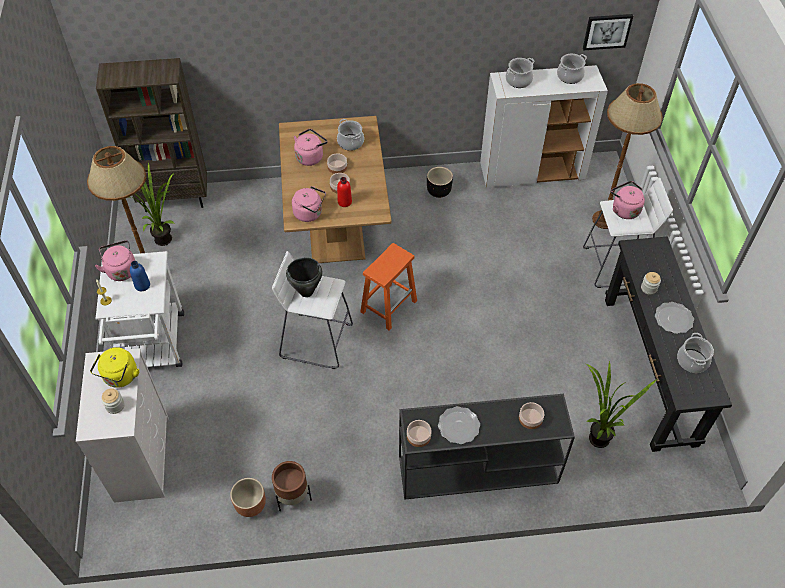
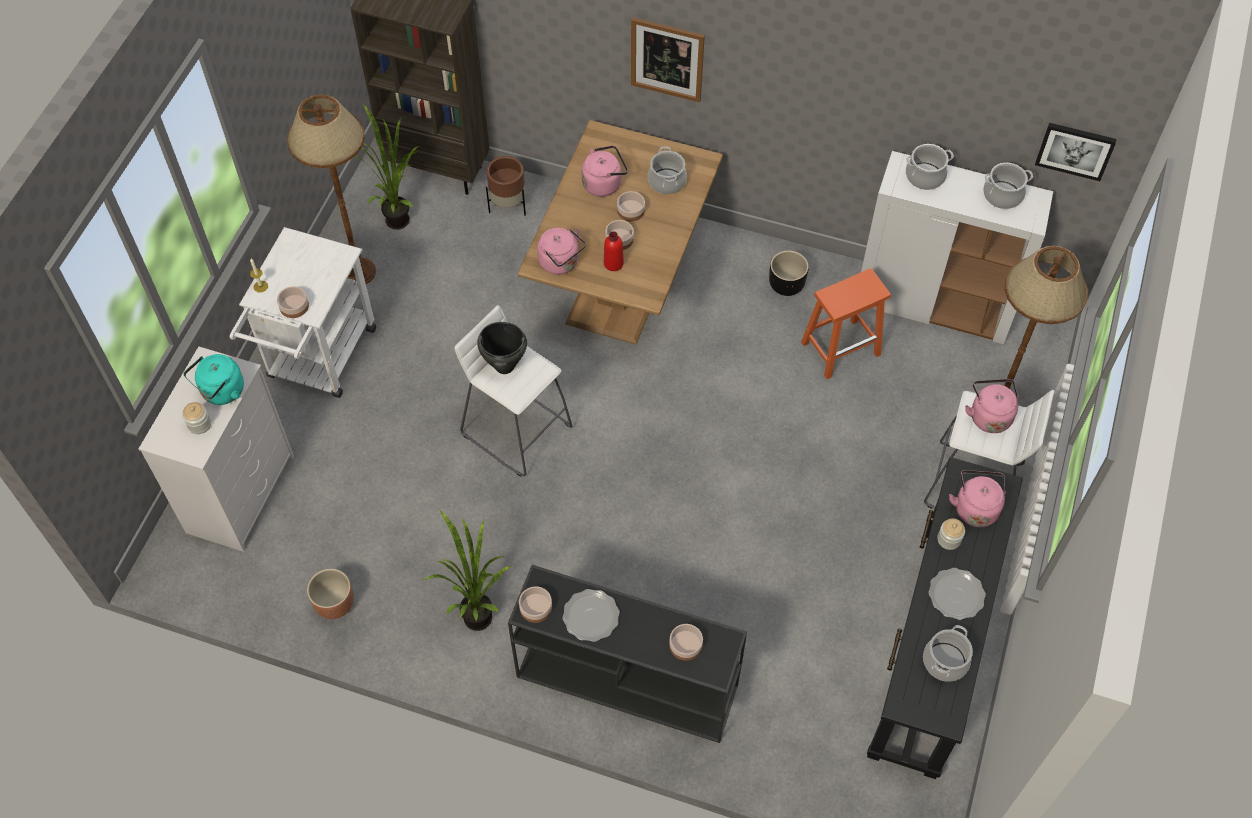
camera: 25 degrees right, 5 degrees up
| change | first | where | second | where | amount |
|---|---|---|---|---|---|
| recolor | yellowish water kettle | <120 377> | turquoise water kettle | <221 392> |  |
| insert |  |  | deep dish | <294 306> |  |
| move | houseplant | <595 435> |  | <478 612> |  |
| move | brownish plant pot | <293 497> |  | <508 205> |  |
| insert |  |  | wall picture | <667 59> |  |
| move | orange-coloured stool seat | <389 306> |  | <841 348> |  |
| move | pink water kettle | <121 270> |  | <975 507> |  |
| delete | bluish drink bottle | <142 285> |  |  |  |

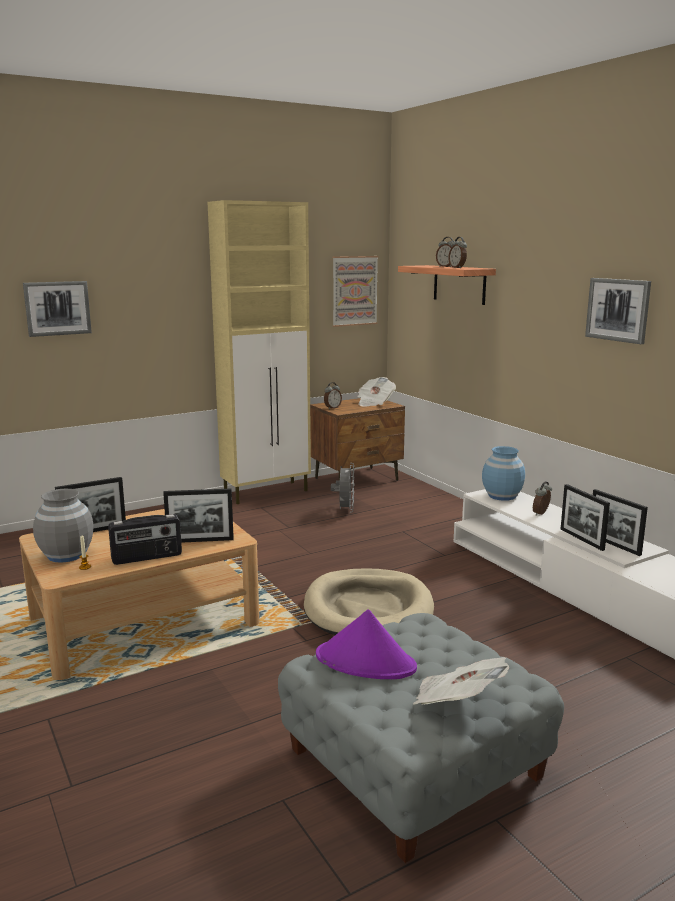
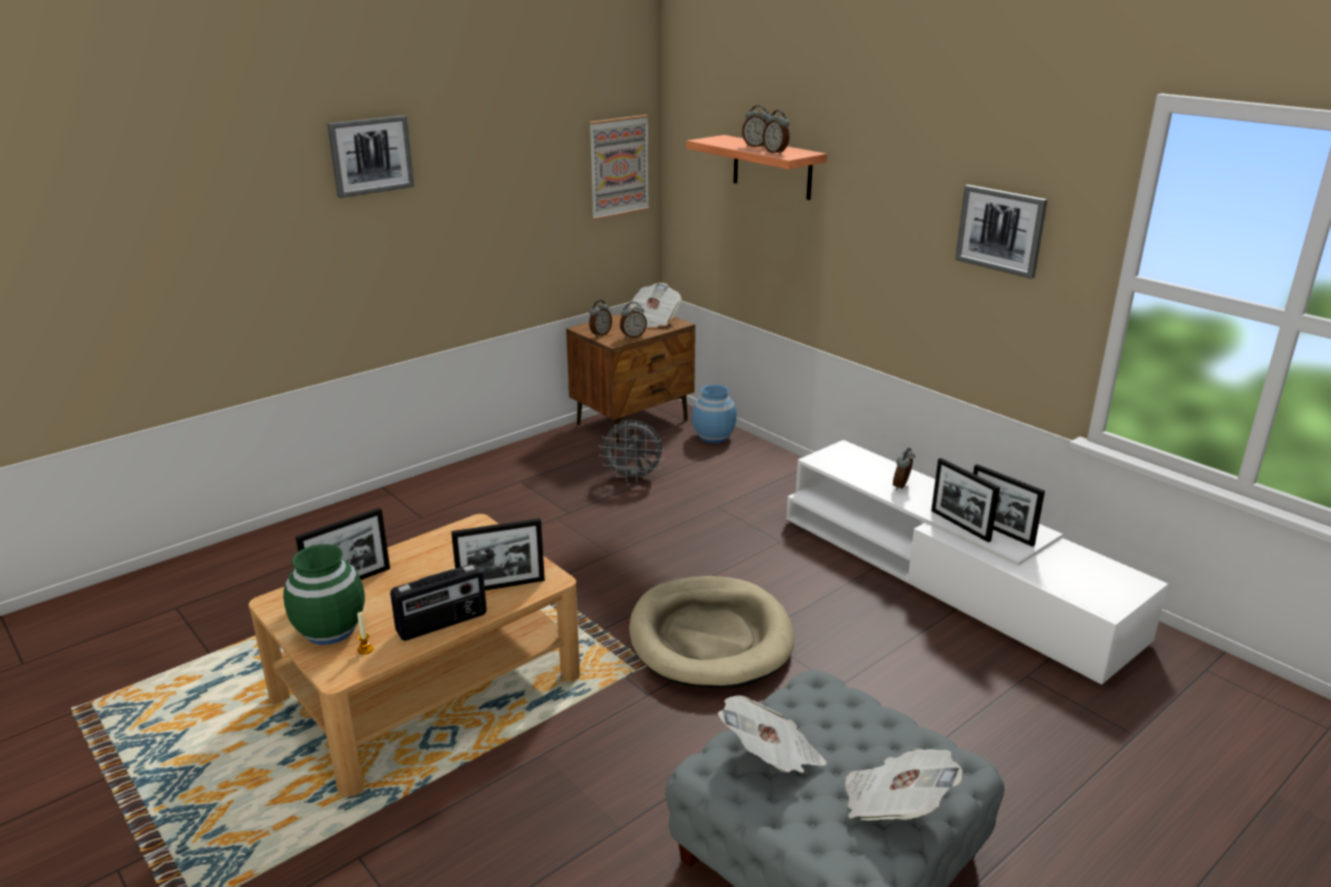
camera: 10 degrees left, 10 degrees up
| change | first | where | second | where | amount |
|---|---|---|---|---|---|
| recolor | gray decorative vase | <67 554> | greenish decorative vase | <330 629> |  |
| move | wall picture | <57 308> |  | <371 155> |  |
| rotate | gray electric fan | <345 510> |  | <633 477> | 105 degrees clockwise |
| insert |  |  | table clock | <633 336> |  |
| move | bluish decorative vase | <501 496> |  | <713 437> |  |
| replace | purple-coloured clothing hat | <366 662> | newspaper | <771 757> |  |
| delete | beige cupboard | <267 492> |  |  |  |

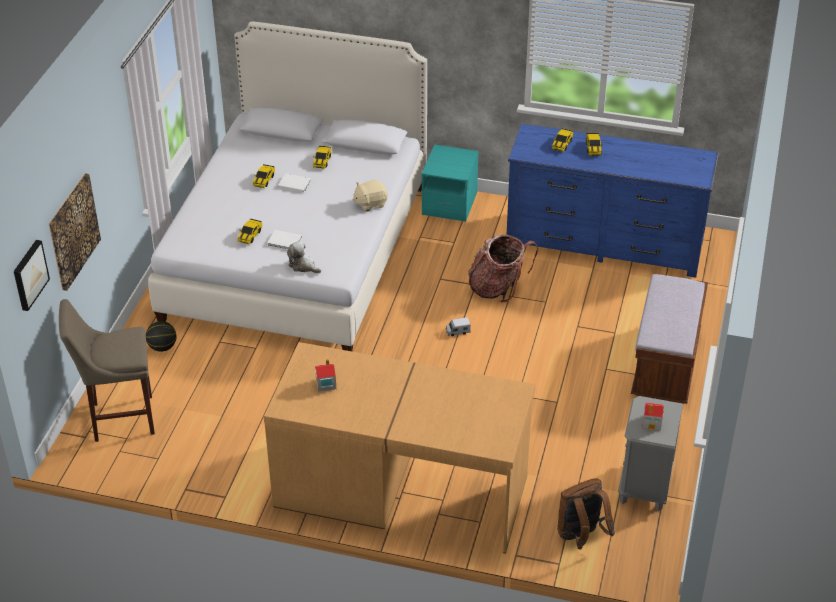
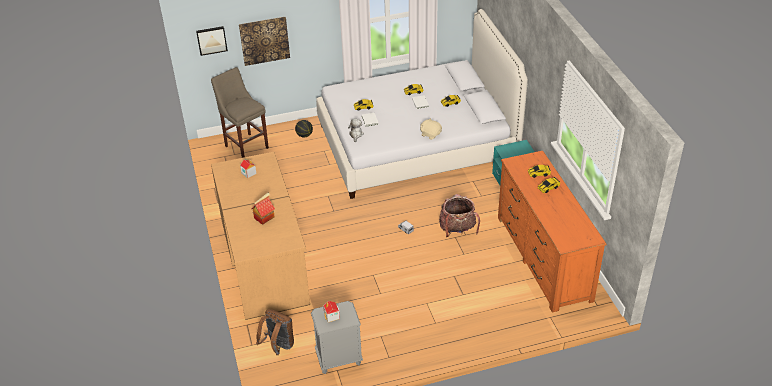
camera: 60 degrees right, 0 degrees up
| change | first | where | second | where | amount |
|---|---|---|---|---|---|
| insert |  |  | toy house | <264 217> |  |
| recolor | bluish dresser | <604 243> | orange-coloured dresser | <543 258> |  |
| delete | brownish long seat | <666 365> |  |  |  |

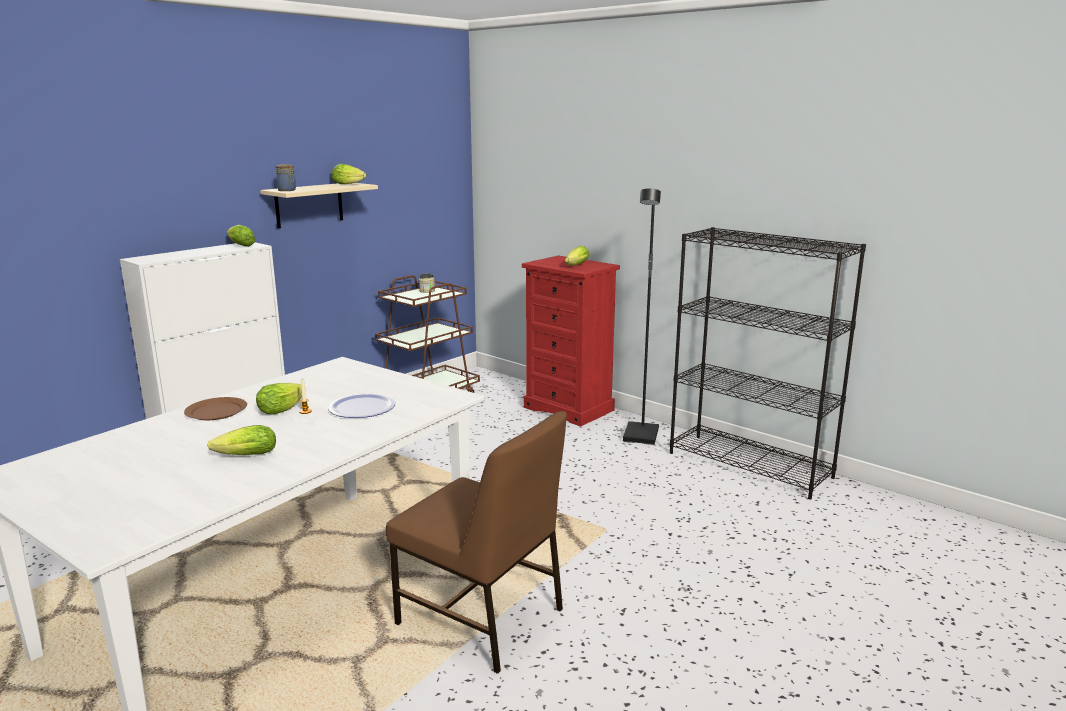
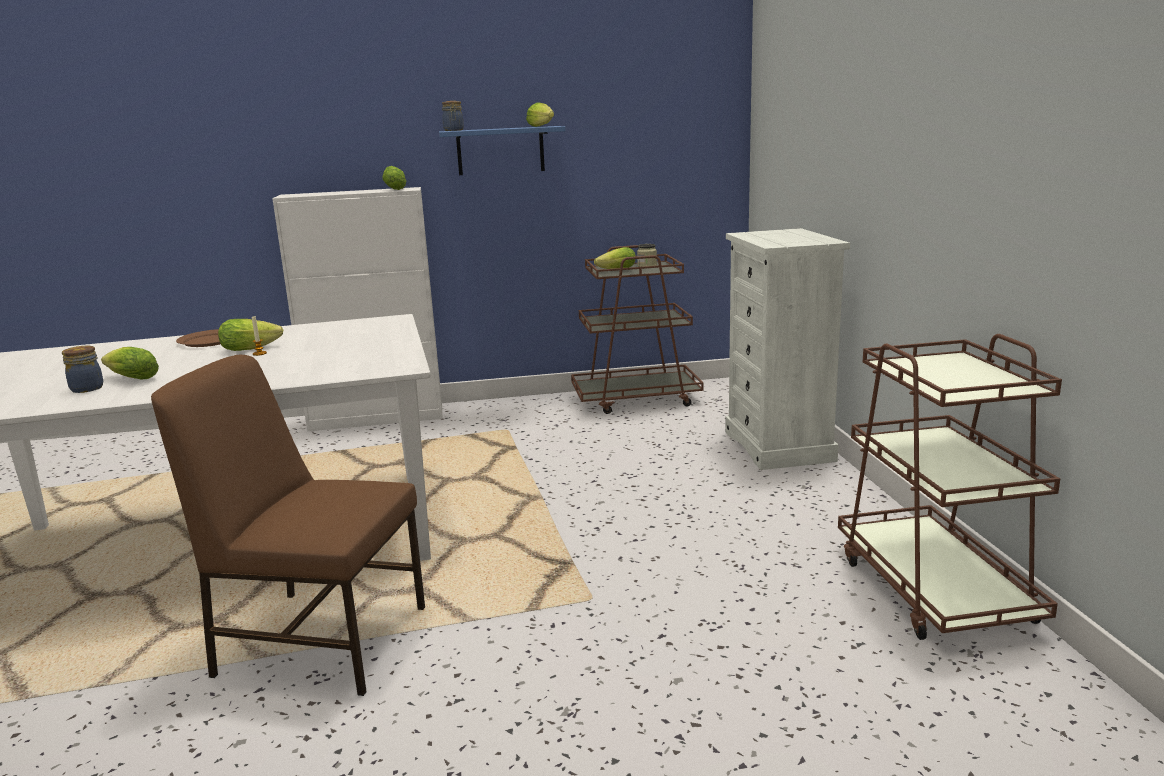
camera: 40 degrees right, 0 degrees up
| change | first | where | second | where | amount |
|---|---|---|---|---|---|
| insert |  |  | storage jar | <86 388> |  |
| rotate | brownish plain chair | <482 619> |  | <320 639> | 120 degrees clockwise |
| recolor | beige shelf | <309 205> | bluish shelf | <500 151> |  |
| move | lettuce head | <575 266> |  | <614 270> |  |
| recolor | red-coloured dresser | <569 409> | white-coloured dresser | <779 446> |  |
| replace | blackish bookcase | <750 465> | brownish cart | <933 589> |  |
| delete | dinner plate | <362 407> |  |  |  |
| delete | blackish standard lamp | <642 436> |  |  |  |

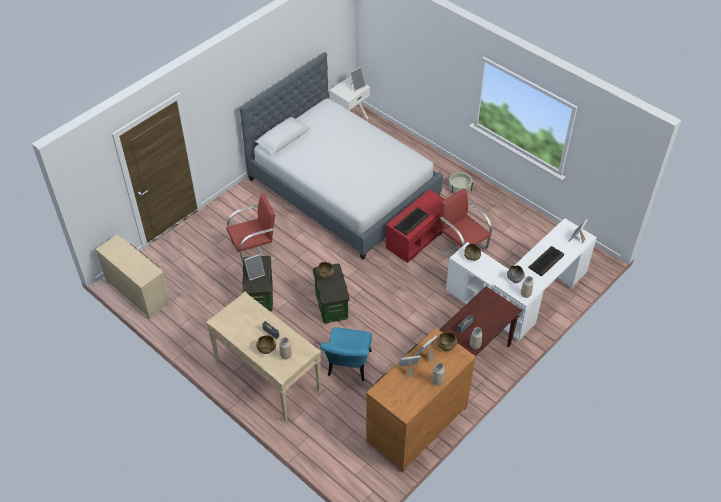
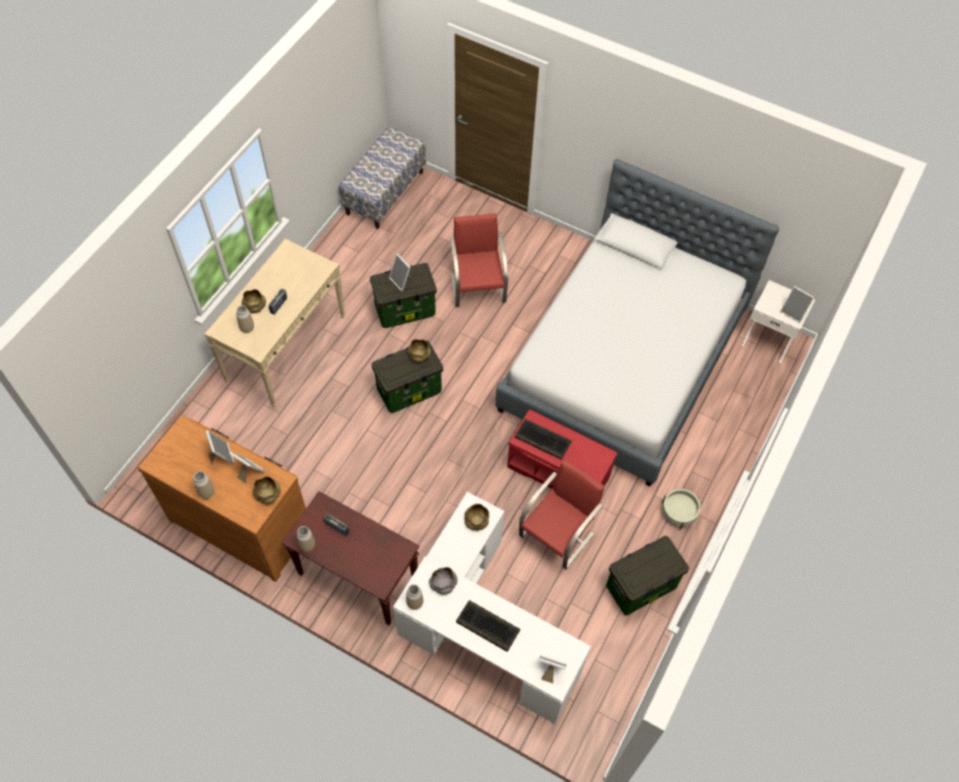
camera: 75 degrees right, 10 degrees up
| change | first | where | second | where | amount |
|---|---|---|---|---|---|
| replace | beige dresser | <139 291> | long seat | <385 192> |  |
| rotate | red-coloured plain chair | <254 251> |  | <478 287> | 150 degrees counterclockwise |
| insert |  |  | storage container | <640 588> |  |
| delete | turquoise plain chair | <348 368> |  |  |  |

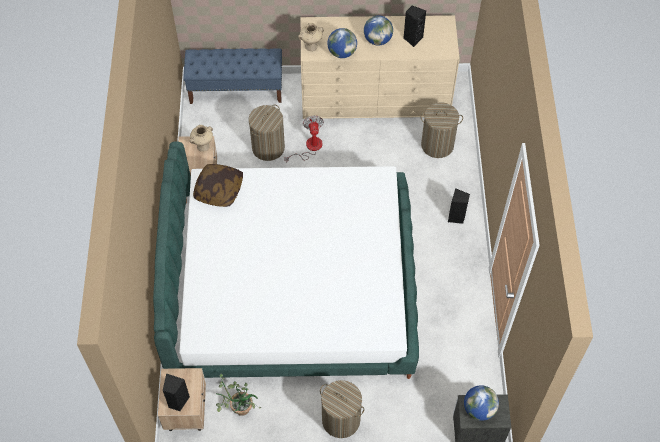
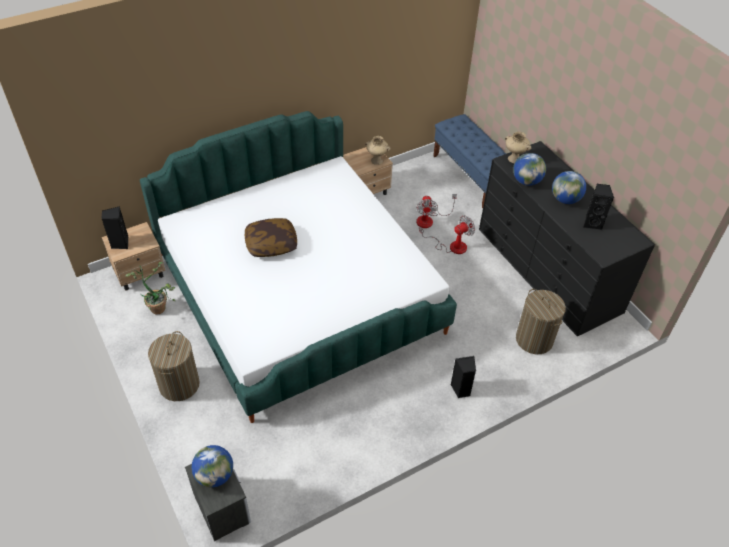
camera: 60 degrees right, 10 degrees down
| change | first | where | second | where | amount |
|---|---|---|---|---|---|
| move | throw pillow | <219 190> |  | <271 244> |  |
| replace | laundry basket | <268 147> | electric fan | <429 219> |  |
| recolor | beige dresser | <375 96> | blackish dresser | <548 269> |  |

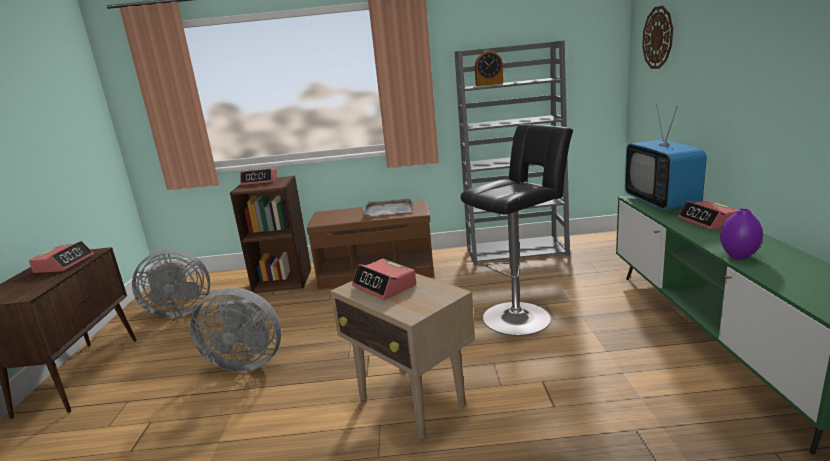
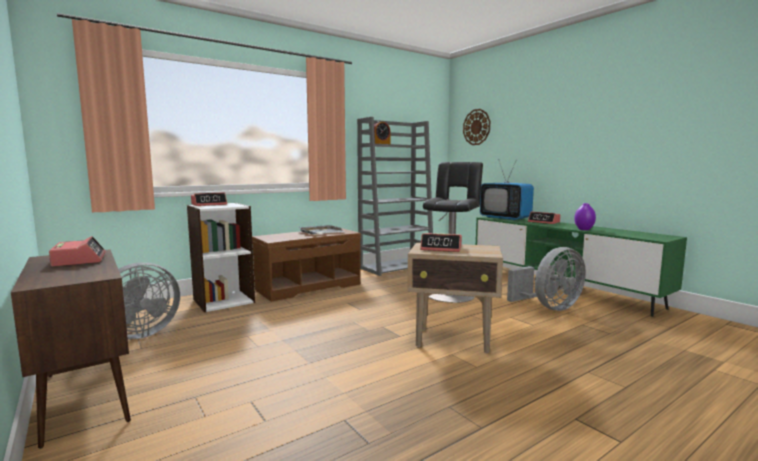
camera: 35 degrees left, 10 degrees down
| change | first | where | second | where | amount |
|---|---|---|---|---|---|
| recolor | brownish bookcase | <283 280> | white-coloured bookcase | <223 301> |  |
| move | gray electric fan | <246 362> |  | <549 307> |  |

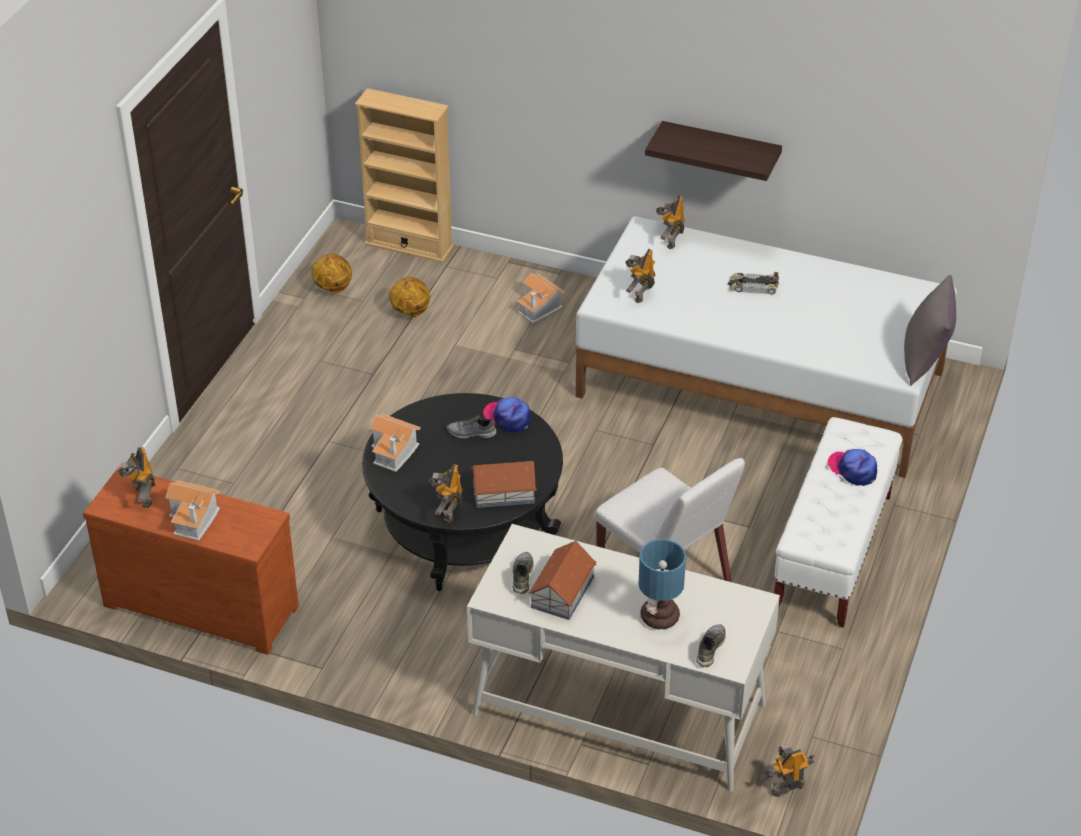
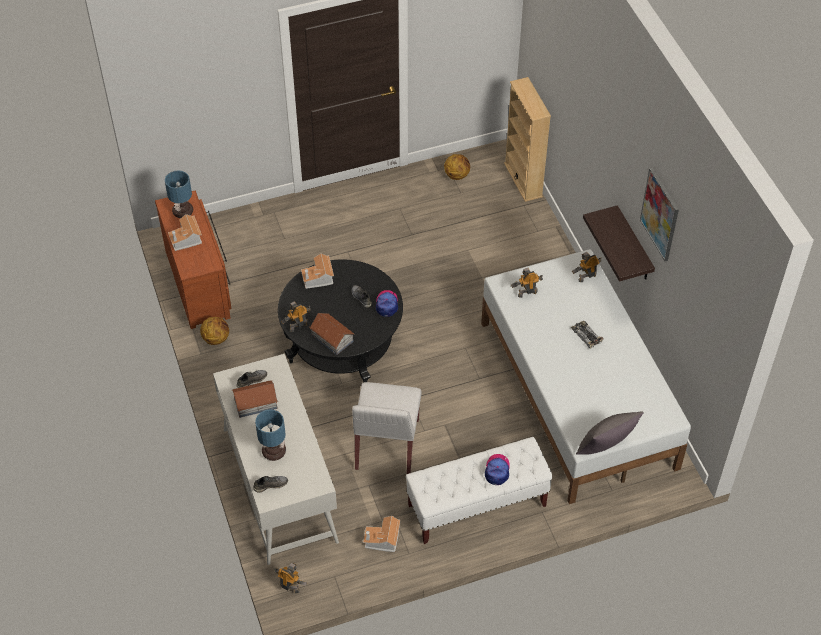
camera: 50 degrees right, 10 degrees up
| change | first | where | second | where | amount |
|---|---|---|---|---|---|
| replace | robot figure | <142 497> | lamp for a table | <183 212> |  |
| move | basketball ball | <410 312> |  | <216 338> |  |
| move | toy house | <539 308> |  | <382 540> |  |
| insert |  |  | wall picture | <660 214> |  |

